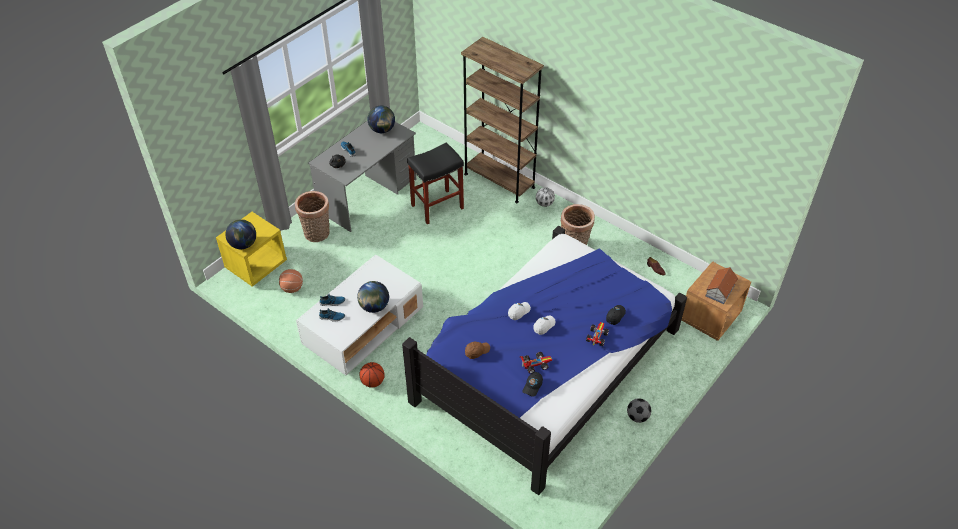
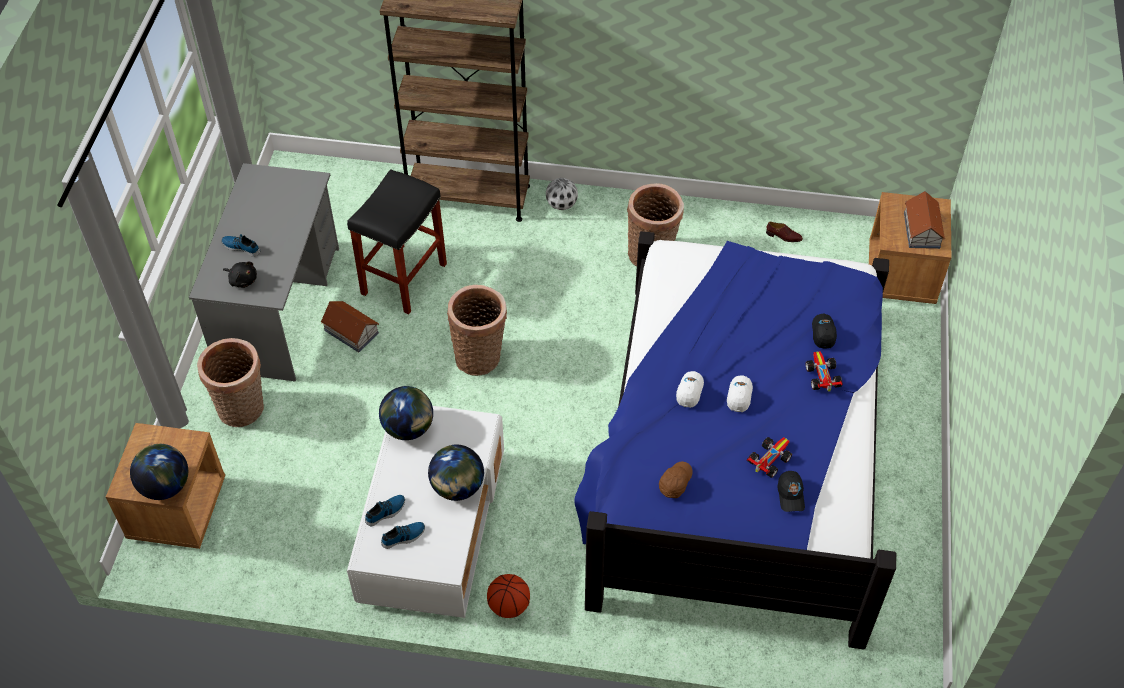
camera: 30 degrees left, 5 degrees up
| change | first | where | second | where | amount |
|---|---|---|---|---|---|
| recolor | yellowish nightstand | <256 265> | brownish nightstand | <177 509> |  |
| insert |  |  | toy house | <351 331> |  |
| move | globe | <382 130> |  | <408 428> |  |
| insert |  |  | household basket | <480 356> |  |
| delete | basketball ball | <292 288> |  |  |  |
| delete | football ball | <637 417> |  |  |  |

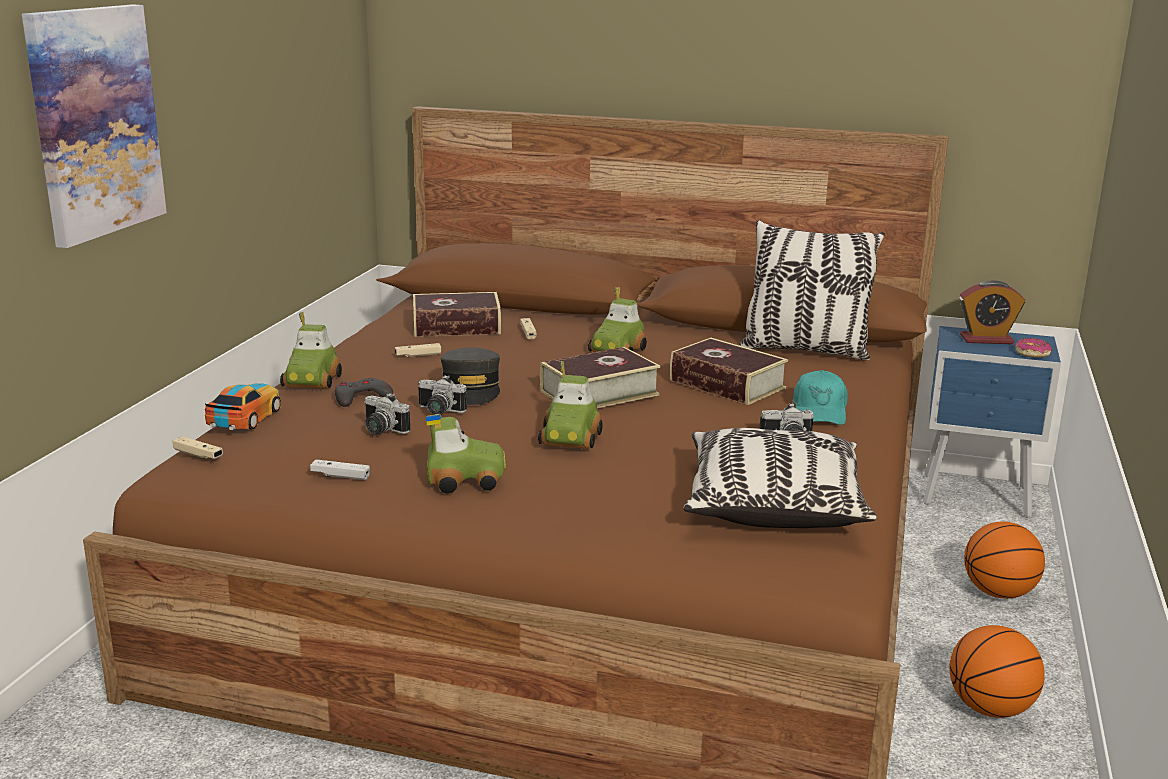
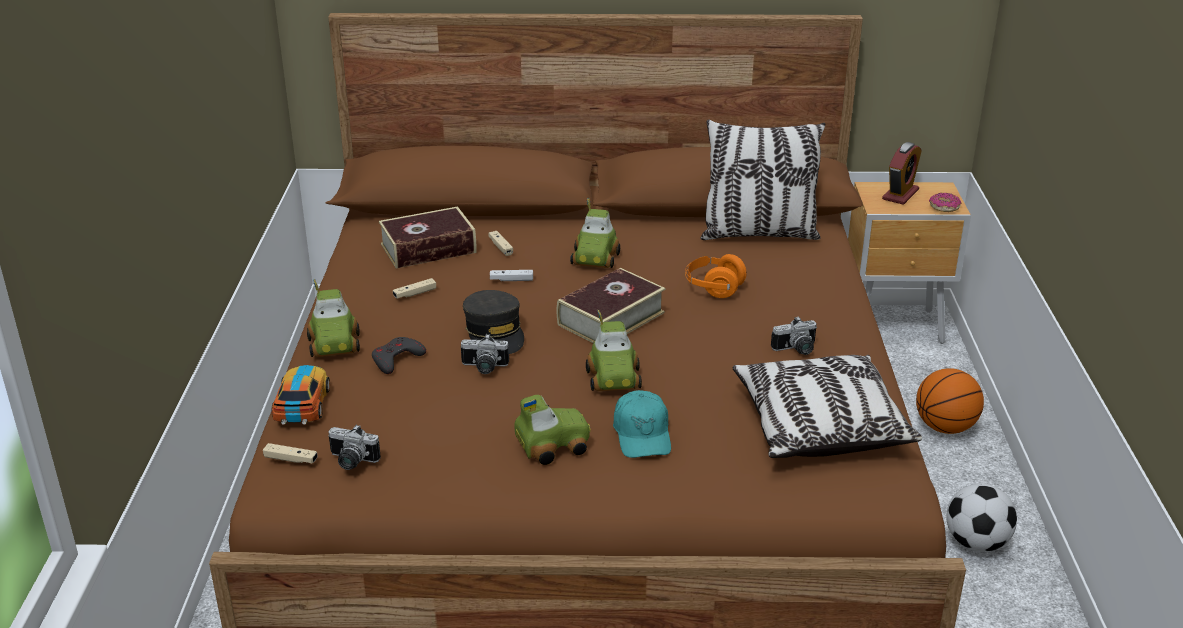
camera: 15 degrees left, 10 degrees up
| change | first | where | second | where | amount |
|---|---|---|---|---|---|
| move | still camera | <381 430> |  | <351 461> |  |
| move | white-coloured gamepad | <340 476> |  | <511 280> |  |
| move | turquoise peaked cap | <820 411> |  | <642 434> |  |
| replace | volume | <727 384> | orange-coloured headphones | <713 288> |  |
| recolor | bluish nightstand | <978 497> | brownish nightstand | <895 328> |  |
| rotate | table clock | <986 339> |  | <900 194> | 45 degrees counterclockwise |
| replace | basketball ball | <990 708> | football ball | <975 543> |  |
| delete | wall picture | <95 122> |  |  |  |

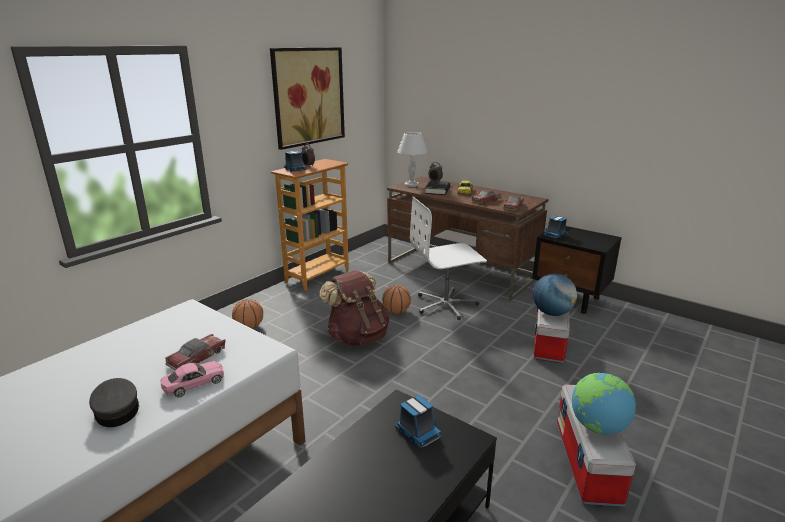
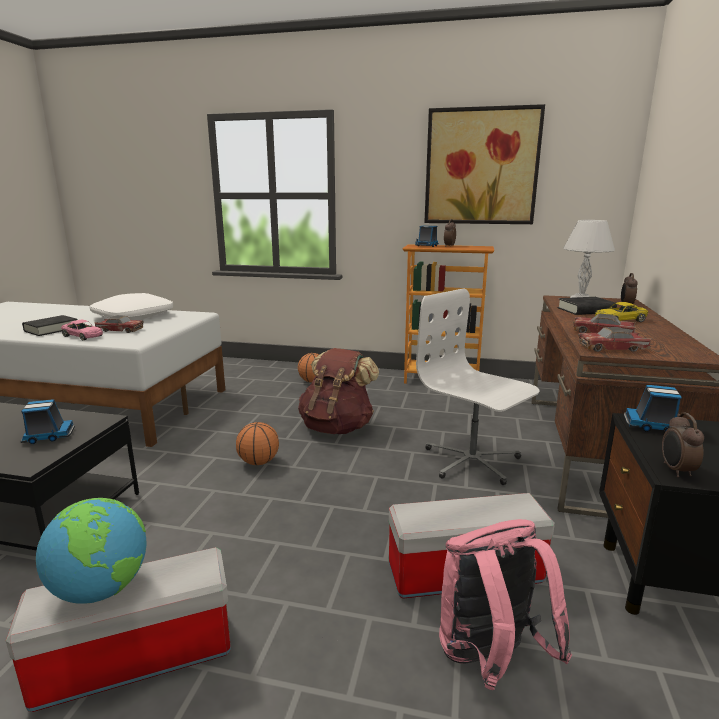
camera: 65 degrees right, 5 degrees down
| change | first | where | second | where | amount |
|---|---|---|---|---|---|
| rotate | toy lorry | <417 432> |  | <48 436> | 135 degrees counterclockwise |
| replace | gray peaked cap | <117 410> | blackish volume | <51 329> |  |
| insert |  |  | white-coloured throw pillow | <133 316> |  |
| move | basketball ball | <396 312> |  | <258 462> |  |
| insert |  |  | pink knapsack | <490 659> |  |
| insert |  |  | table clock | <676 470> |  |
| delete | globe | <552 313> |  |  |  |

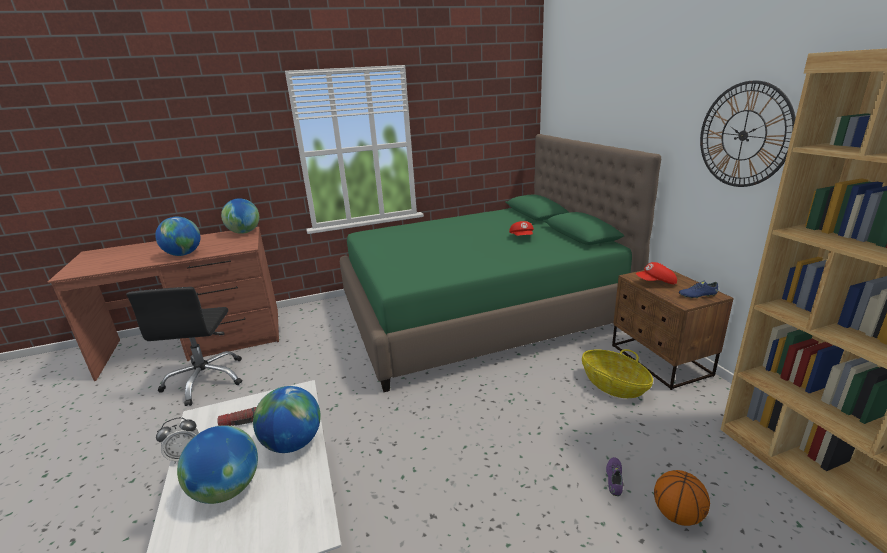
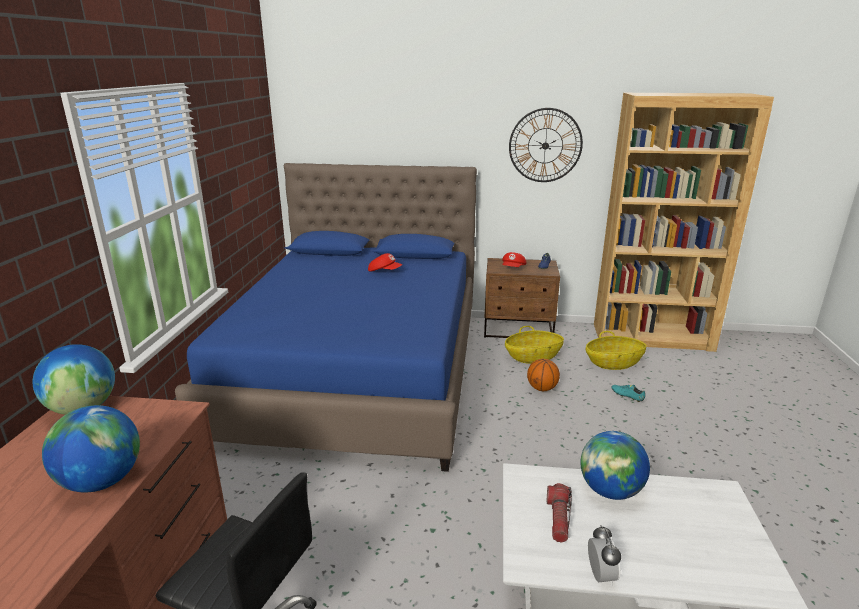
camera: 65 degrees left, 0 degrees up
| change | first | where | second | where | amount |
|---|---|---|---|---|---|
| recolor | greenish sleeping bed | <479 312> | bluish sleeping bed | <358 371> |  |
| move | basketball ball | <677 515> |  | <542 388> |  |
| insert |  |  | household basket | <613 363> |  |
| recolor | purple-coloured item of footwear | <614 479> | turquoise item of footwear | <627 396> |  |
| delete | globe | <227 490> |  |  |  |

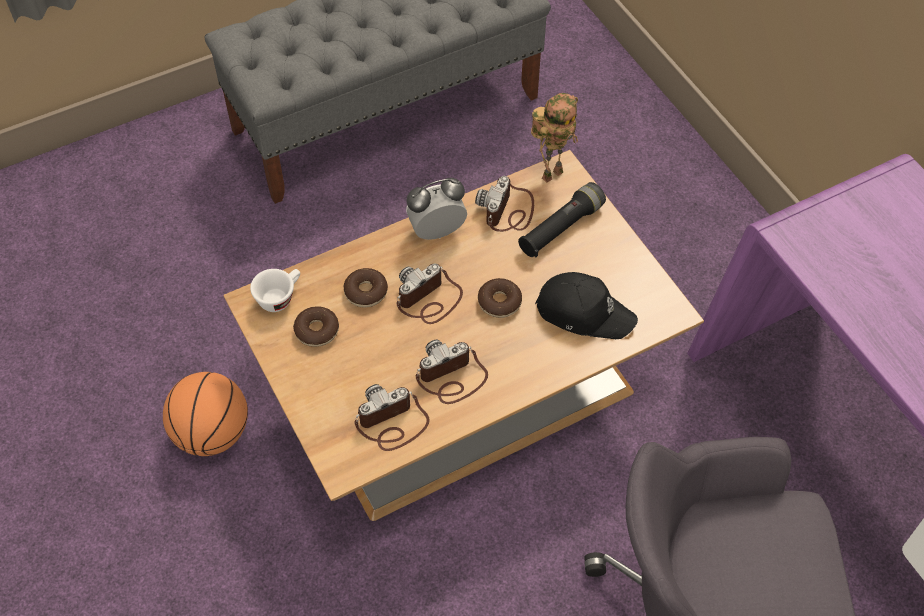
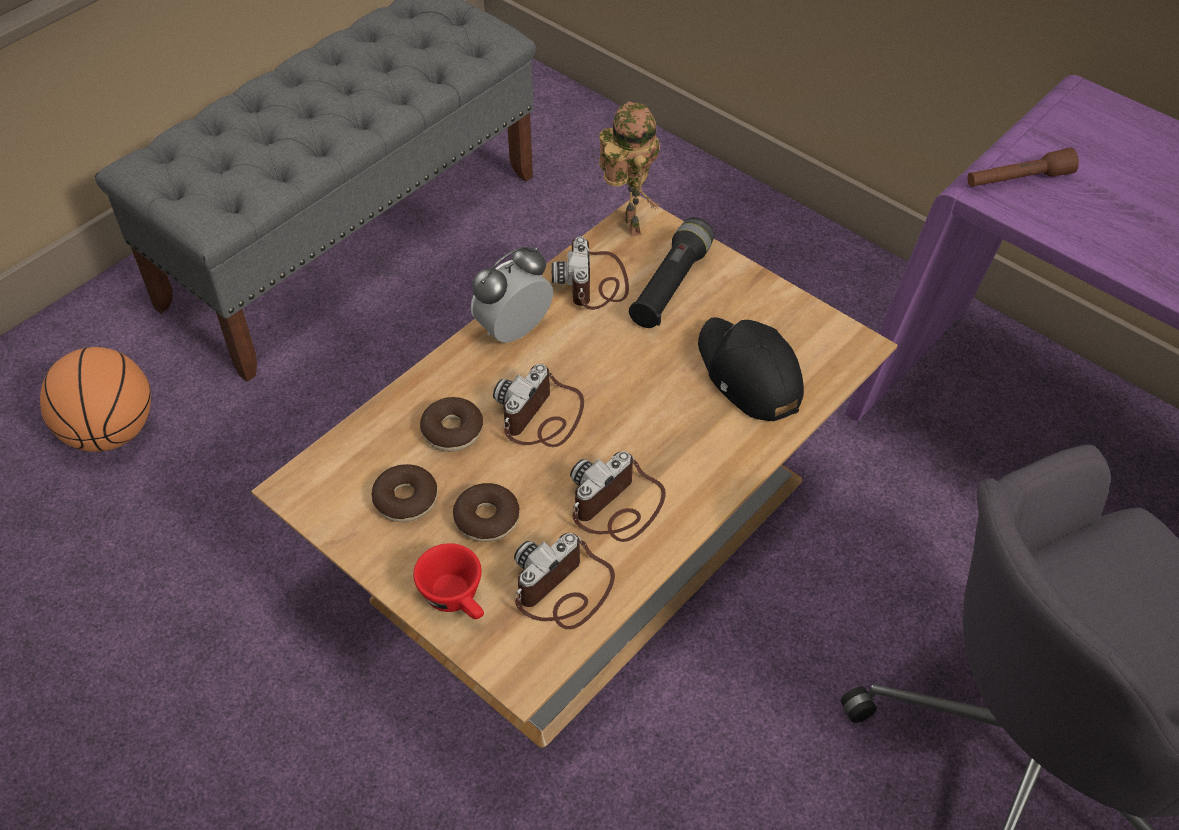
camera: 20 degrees left, 5 degrees down
| change | first | where | second | where | amount |
|---|---|---|---|---|---|
| move | basketball ball | <212 434> |  | <111 432> |  |
| insert |  |  | red-coloured cup | <457 600> |  |
| move | ring doughnut | <499 302> |  | <487 519> |  |
| rotate | robot figure | <552 172> |  | <628 225> | 45 degrees counterclockwise |
| rotate | blackish peaked cap | <584 311> |  | <748 375> | 120 degrees counterclockwise |
| insert |  |  | brownish torch | <1018 180> |  |
| delete | white-coloured cup | <279 297> |  |  |  |

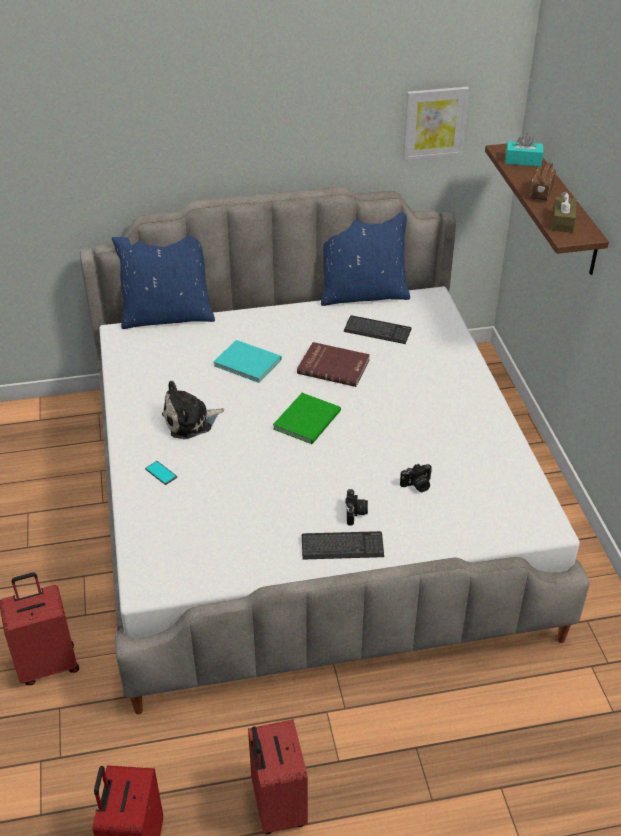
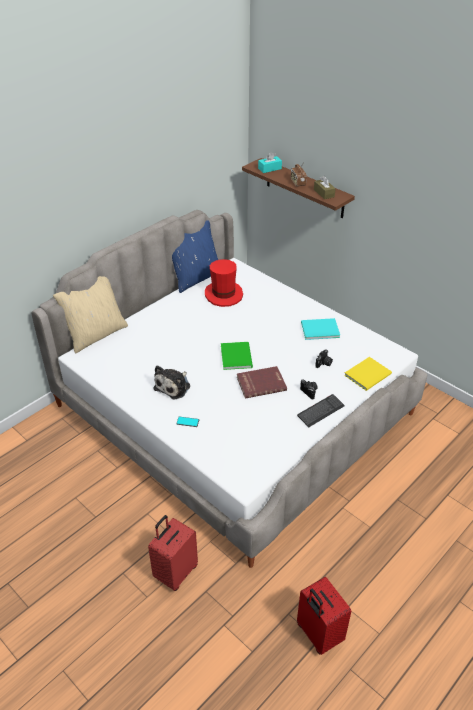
camera: 35 degrees left, 0 degrees up
| change | first | where | second | where | amount |
|---|---|---|---|---|---|
| recolor | bluish throw pillow | <168 316> | beige throw pillow | <96 334> |  |
| replace | keyboard | <377 331> | red-coloured clothing hat | <223 294> |  |
| move | red-coloured volume | <334 366> |  | <261 383> |  |
| move | turquoise volume | <247 361> |  | <318 329> |  |
| insert |  |  | yellowish volume | <369 375> |  |
| delete | red-coloured travel case | <276 806> |  |  |  |
| delete | wall picture | <434 123> |  |  |  |

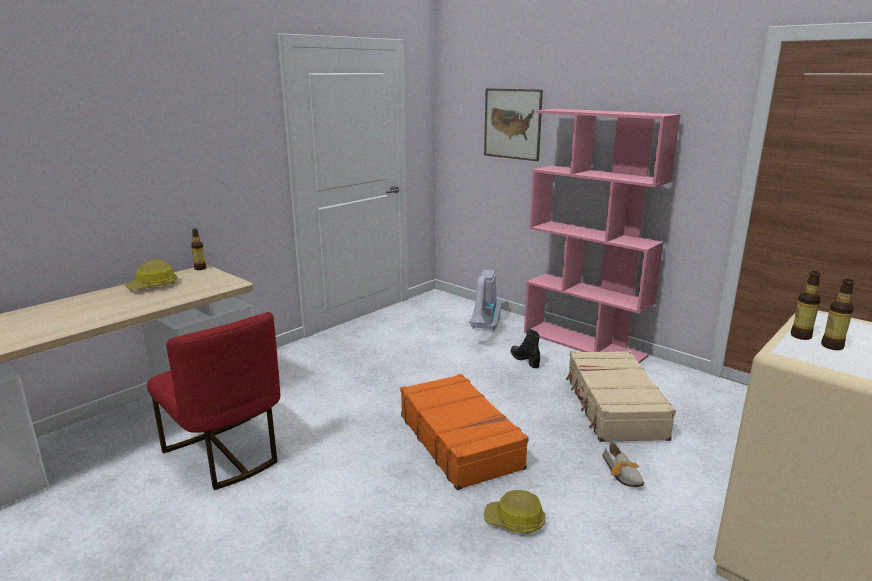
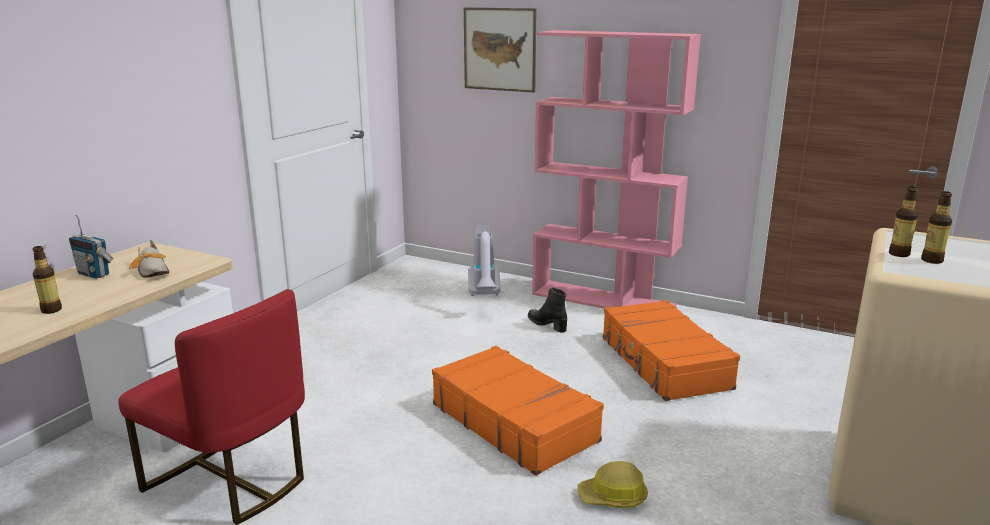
camera: 15 degrees left, 0 degrees up
| change | first | where | second | where | amount |
|---|---|---|---|---|---|
| move | drink bottle | <200 268> |  | <51 310> |  |
| replace | work helmet | <153 286> | radio receiver | <94 274> |  |
| move | item of footwear | <623 474> |  | <153 271> |  |
| recolor | beige travel case | <613 407> | orange-coloured travel case | <663 363> |  |

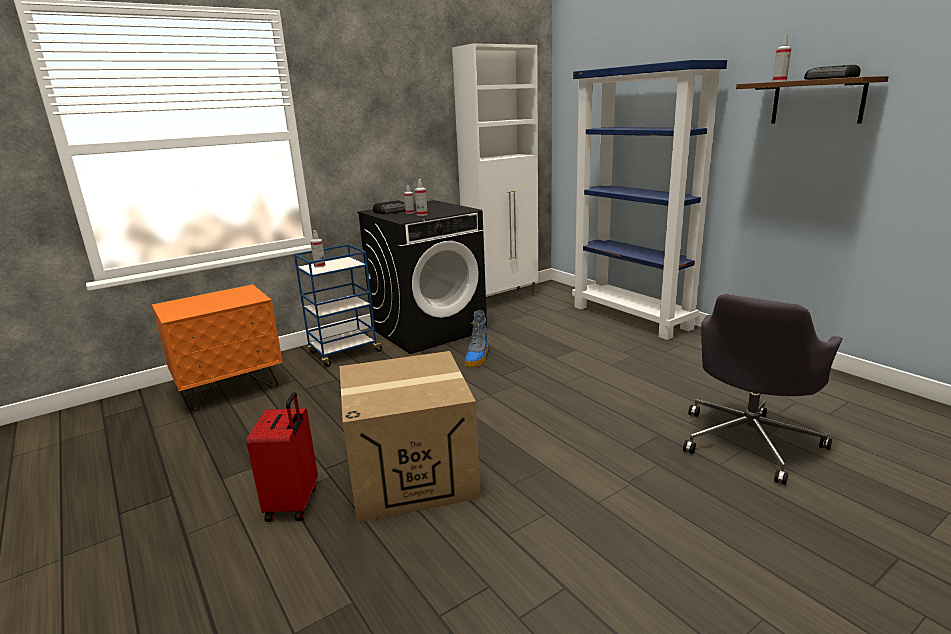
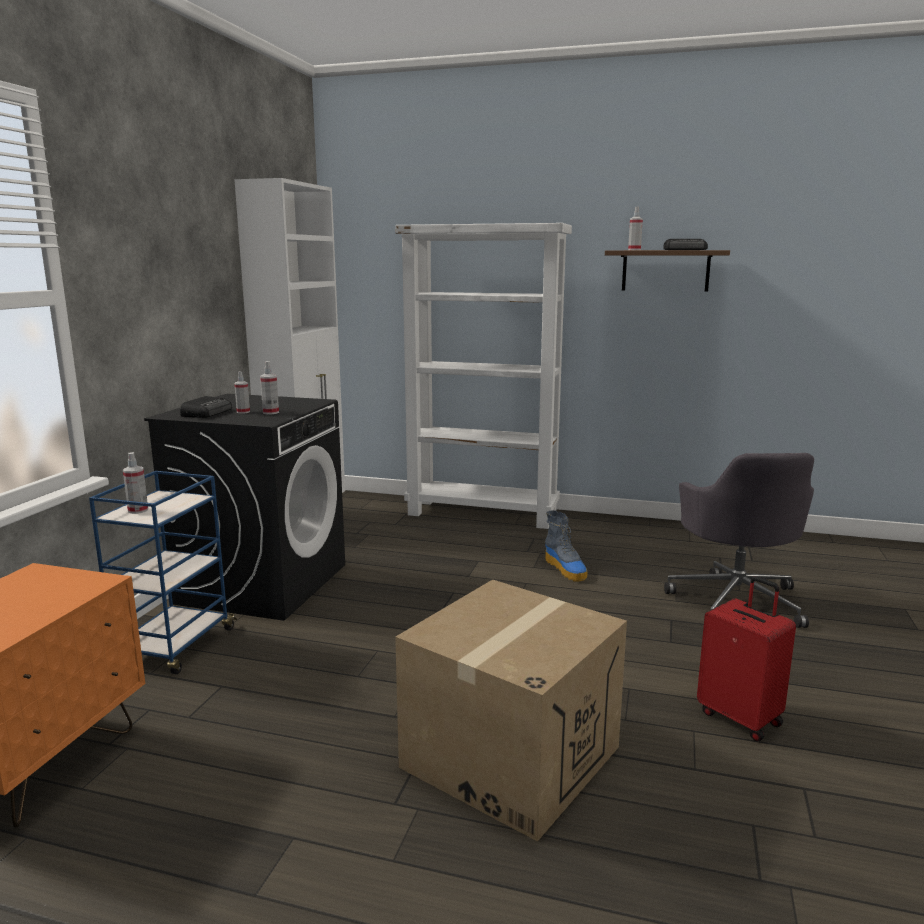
camera: 40 degrees left, 5 degrees down
| change | first | where | second | where | amount |
|---|---|---|---|---|---|
| recolor | bluish bookcase | <632 317> | white-coloured bookcase | <483 514> |  |
| move | boot | <477 357> |  | <566 569> |  |
| move | red-coloured travel case | <294 503> |  | <740 717> |  |

